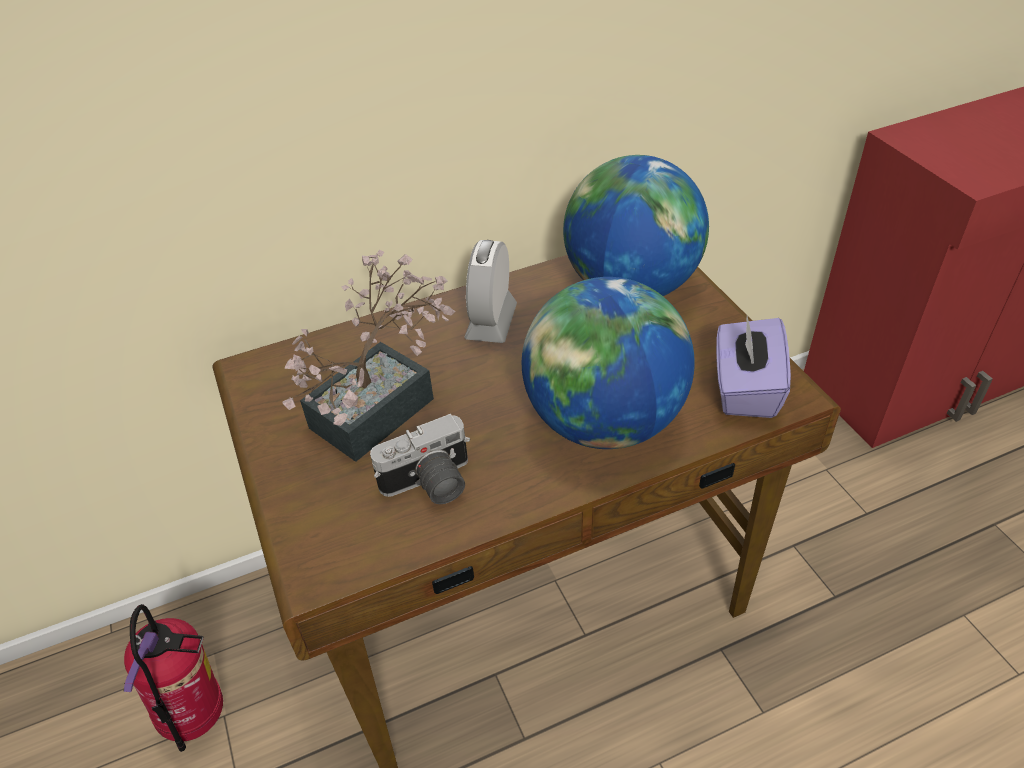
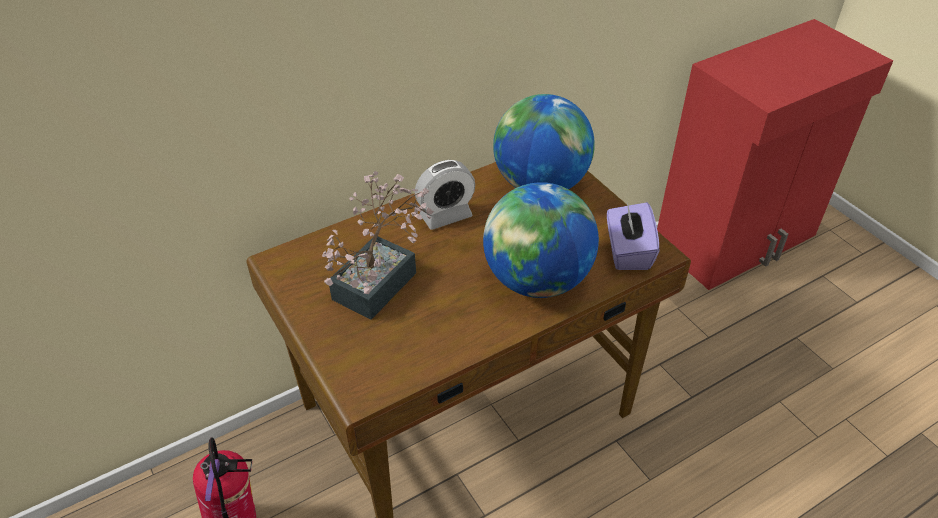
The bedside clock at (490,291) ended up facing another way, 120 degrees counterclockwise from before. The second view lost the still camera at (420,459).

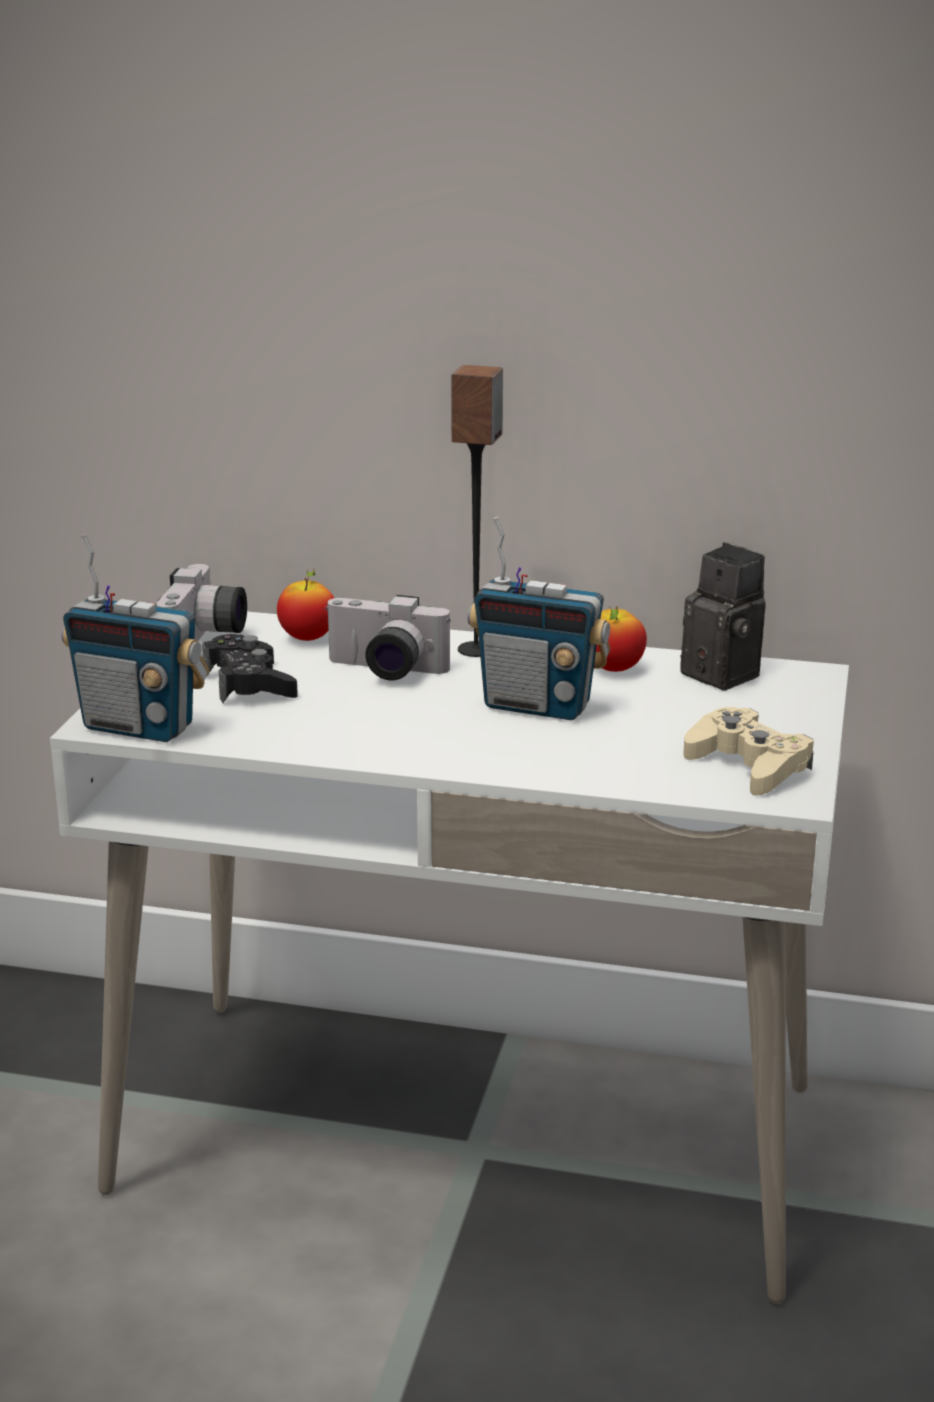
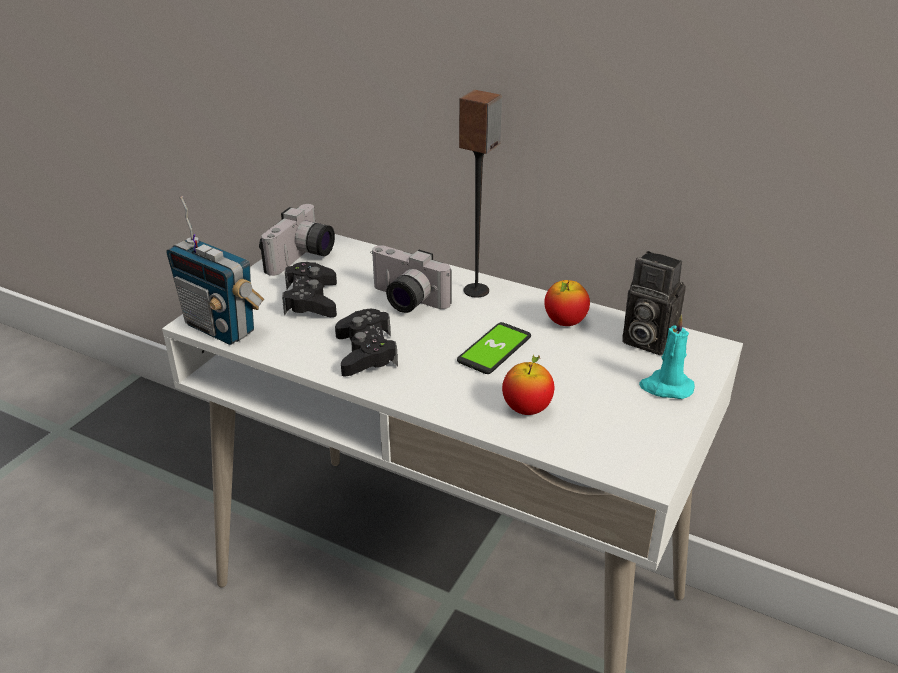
Where the radio set stood at (539,618), the phone came to stand at (494,348). The still camera at (723,616) ended up facing another way, 150 degrees clockwise from before. The apple ended up elsewhere, having gone from (305,605) to (528,385). The second view lost the sand-coloured game controller at (748,751). The second view gained the black game controller at (366,343). The second view gained the turquoise-coloured wax light at (667,357).

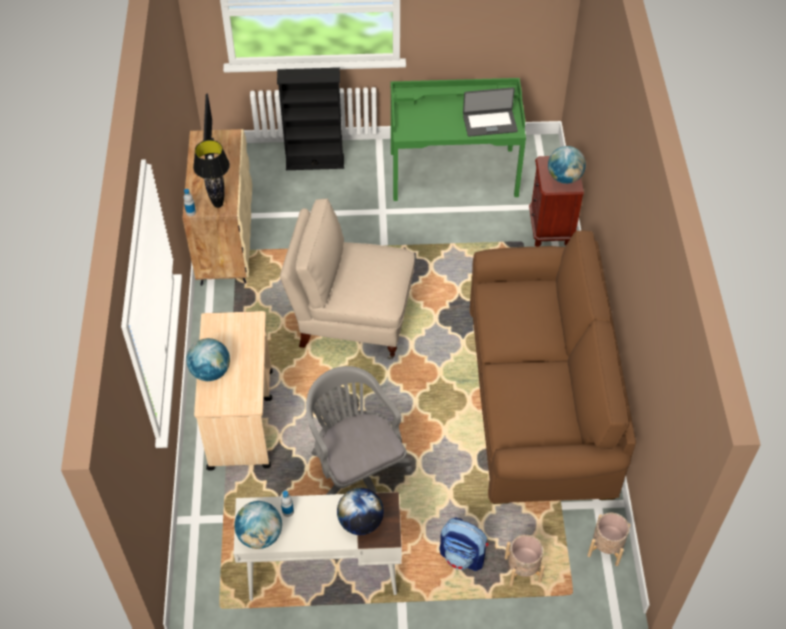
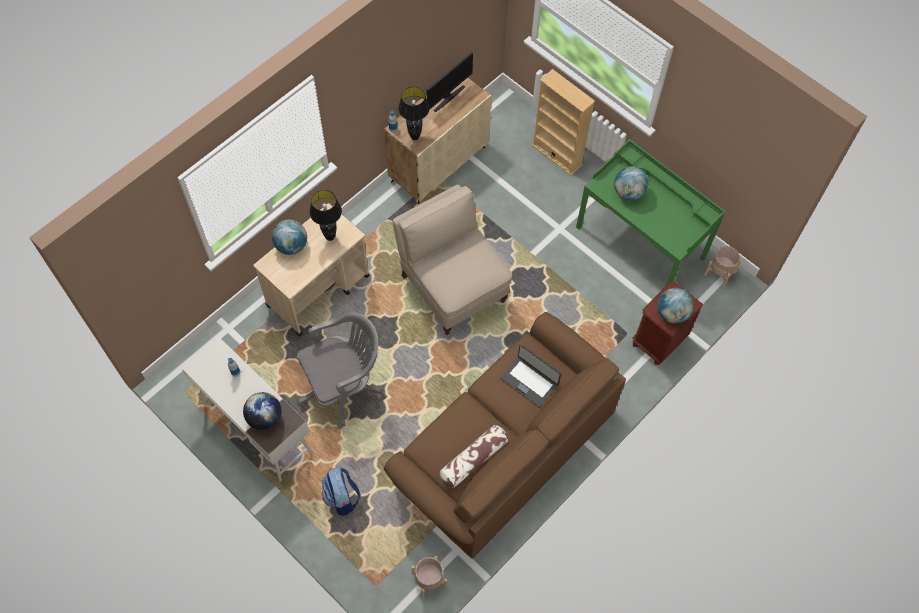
What was the black bookcase at (310,119) turned into the sand-coloured bookcase at (563,122). The notebook computer ended up elsewhere, having gone from (490,112) to (530,376). The greyish computer chair at (359,430) ended up facing another way, 45 degrees clockwise from before. The world globe ended up elsewhere, having gone from (258,525) to (631,184). The sand-coloured plant pot ended up elsewhere, having gone from (525,560) to (723,267). The second view gained the black table lamp at (325,215). The second view gained the pillow at (474,456).

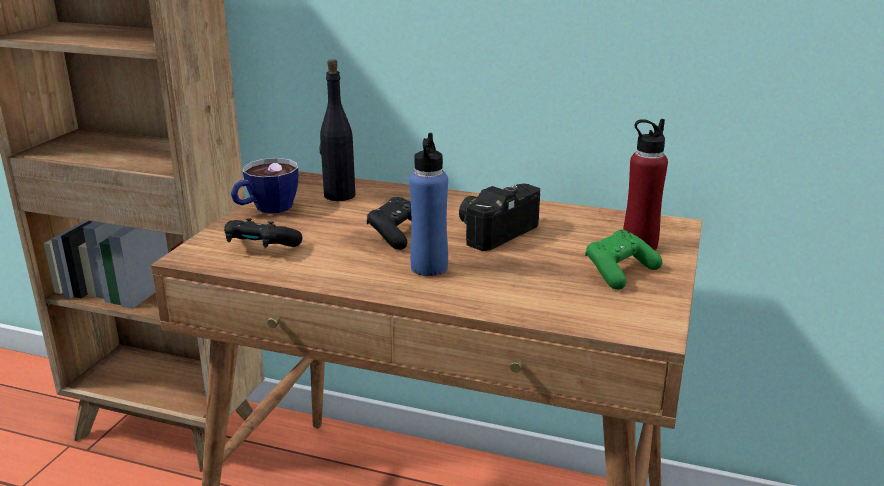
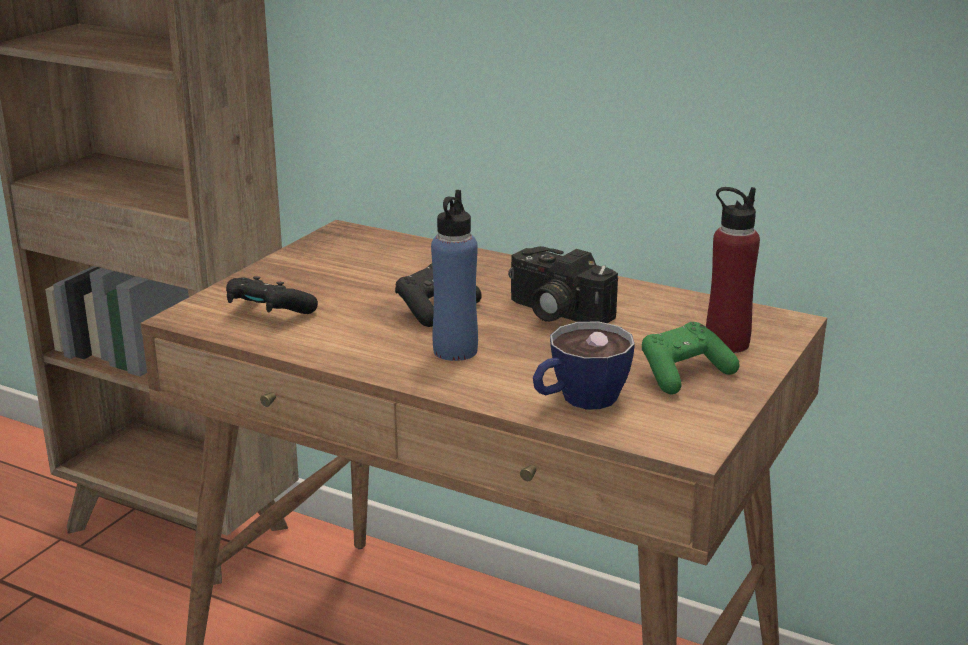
The second view lost the black beverage bottle at (337,130). The small cup ended up elsewhere, having gone from (264,186) to (584,365). The still camera at (499,217) ended up facing another way, 105 degrees counterclockwise from before.

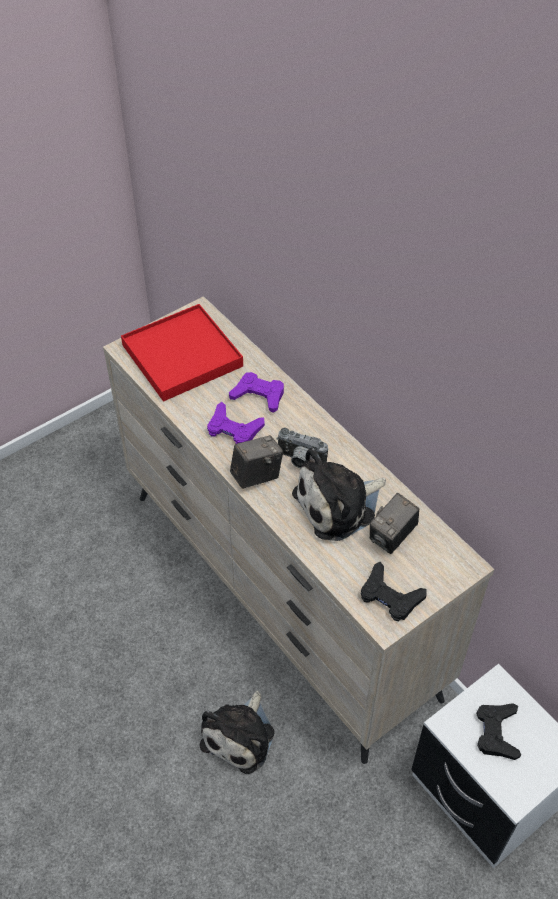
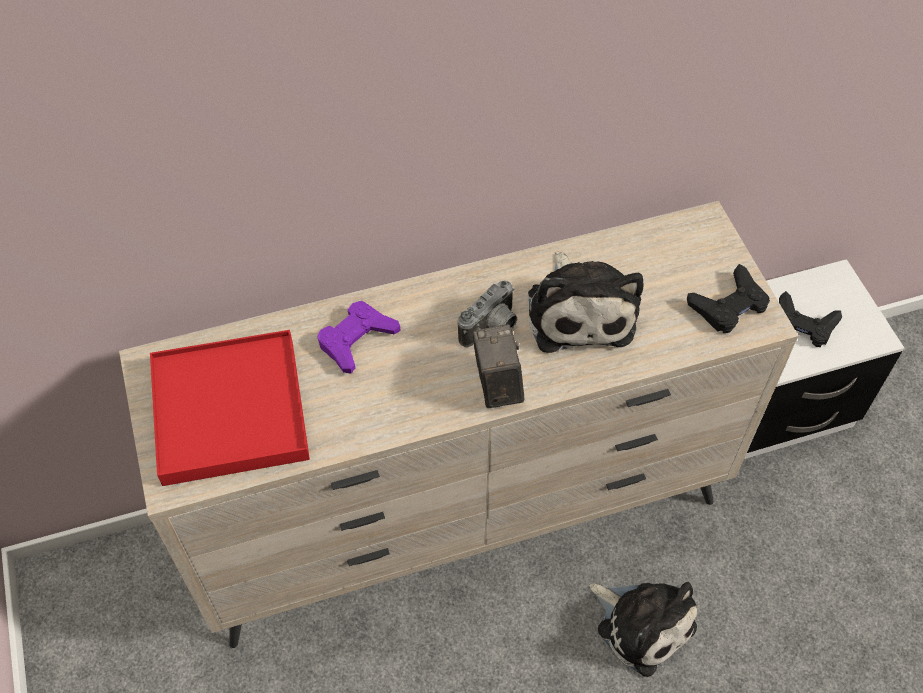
The second view lost the purple game controller at (236,423). The second view lost the still camera at (394,523).

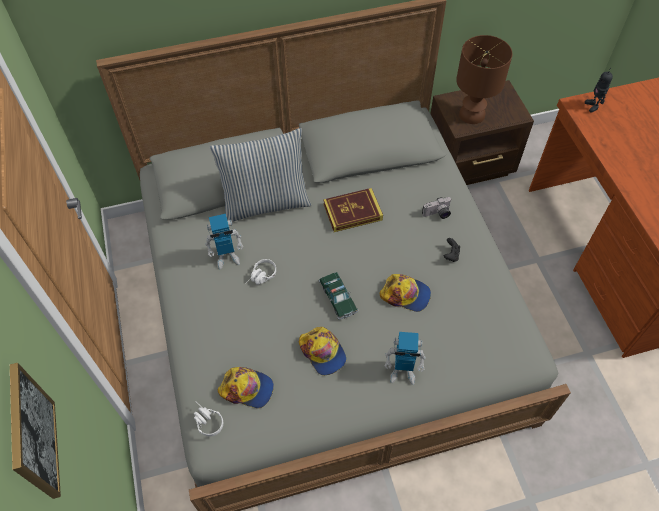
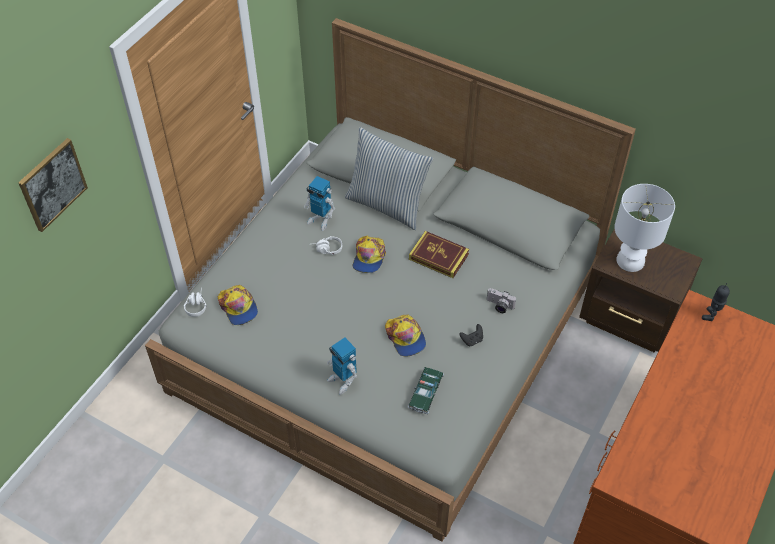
What was the brownish table lamp at (484,79) turned into the white-coloured table lamp at (644,228). The model car ended up elsewhere, having gone from (338,296) to (426,390). The baseball cap ended up elsewhere, having gone from (323,351) to (369,254).

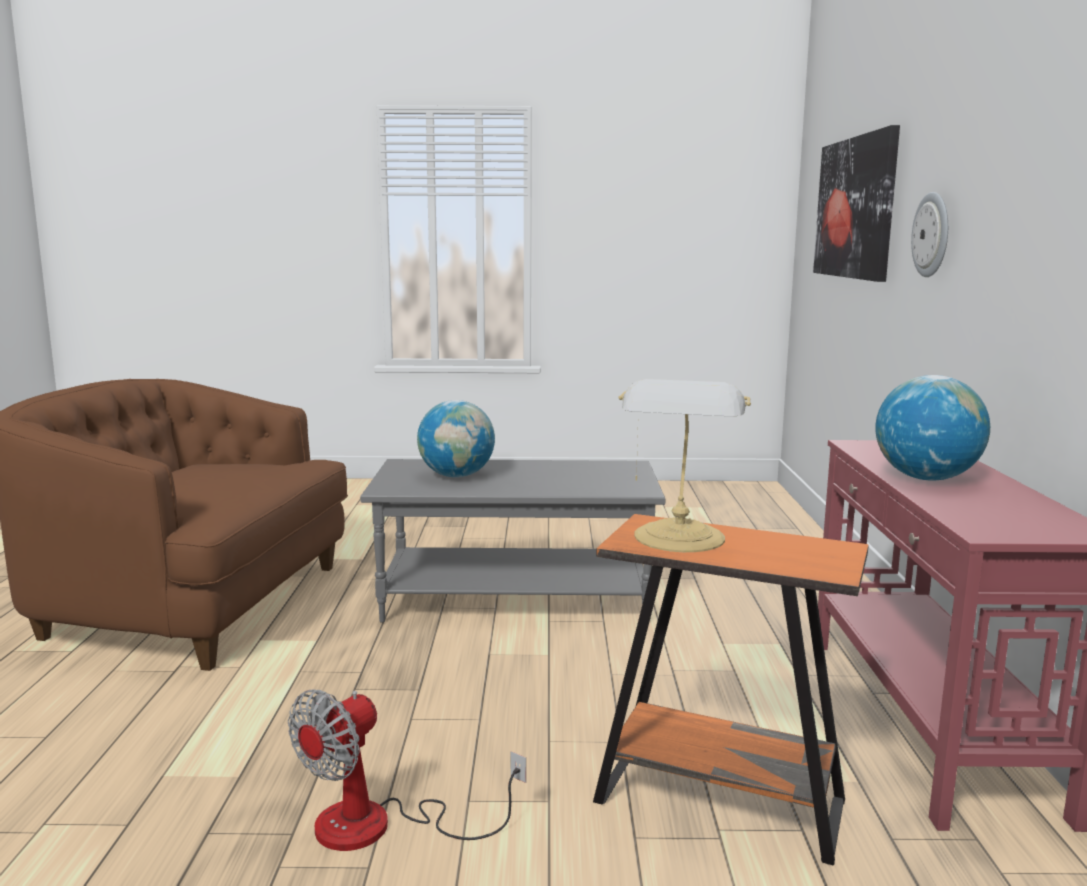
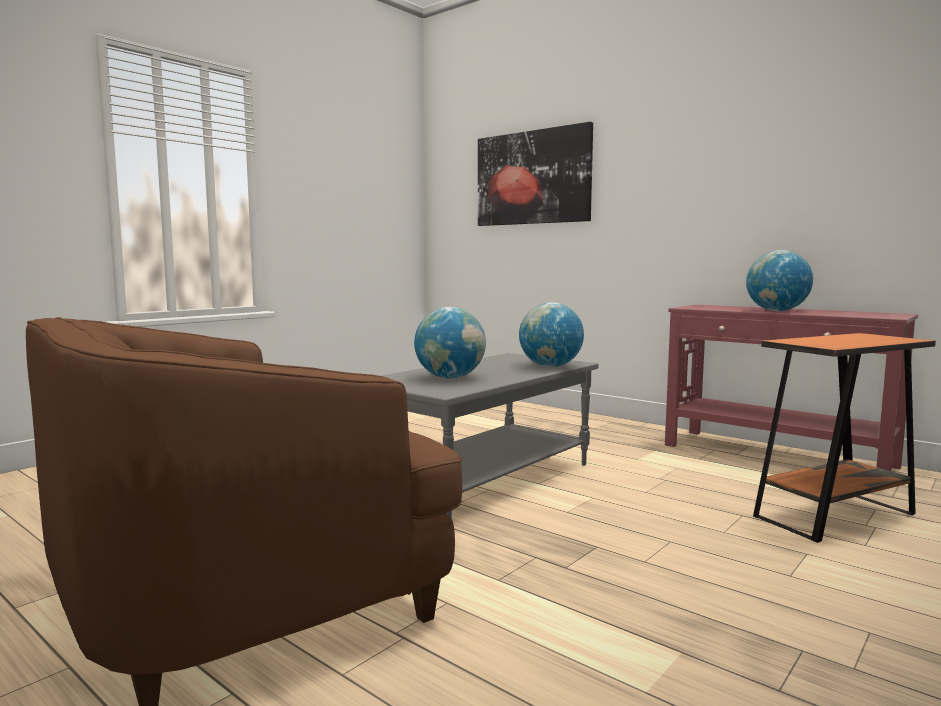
The second view lost the wall clock at (929,234). The second view lost the table lamp at (684,465). The second view lost the electric fan at (407,770). The second view gained the world globe at (551,335).

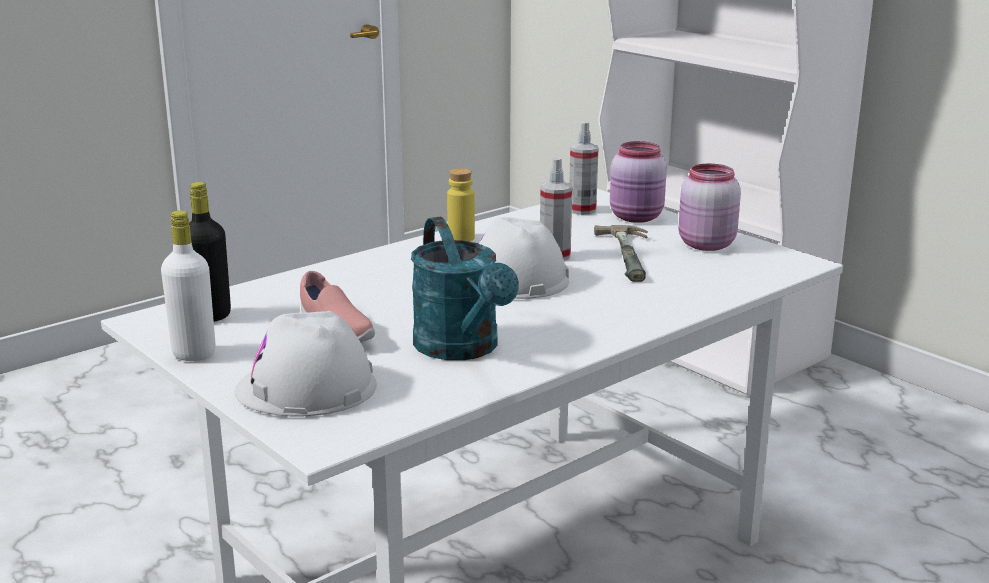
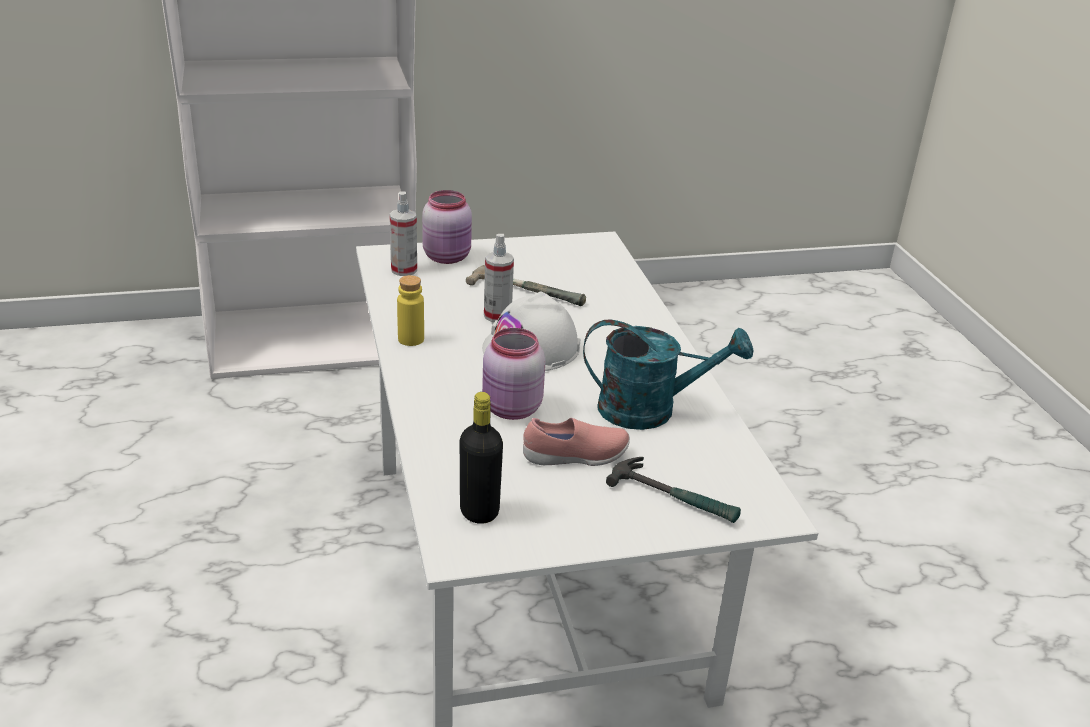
The pink-coloured storage jar ended up elsewhere, having gone from (709,207) to (514,374). The second view lost the white-coloured beverage bottle at (188,285). Where the white-coloured safety helmet stood at (305,363), the hammer came to stand at (673,490).

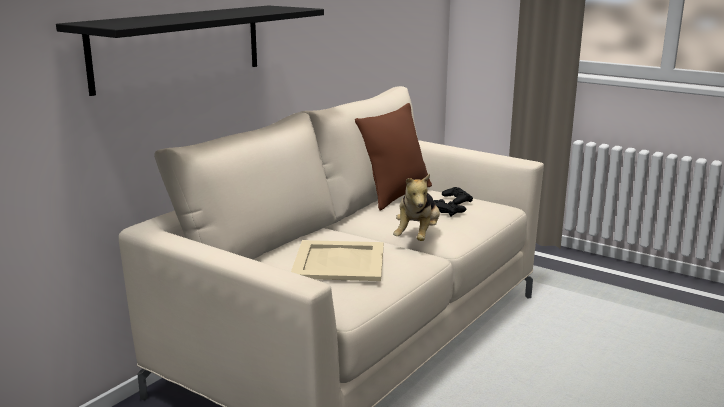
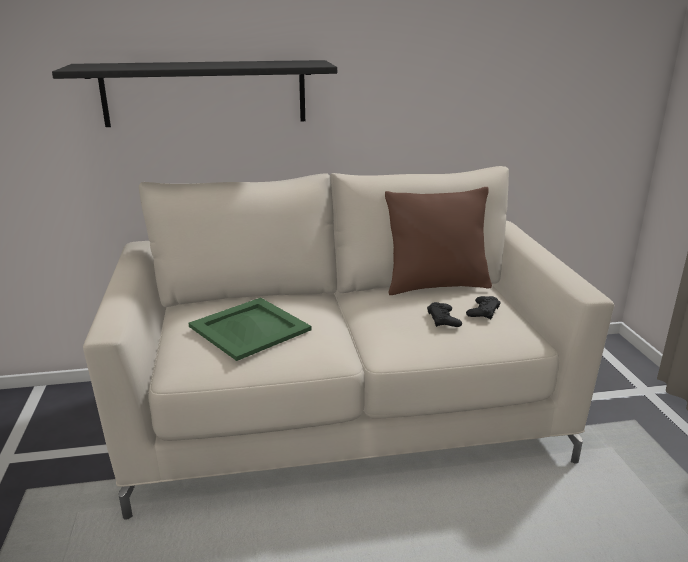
The second view lost the cuddly toy at (416,207). What was the sand-coloured tray at (337,260) turned into the green-coloured tray at (250,329).

